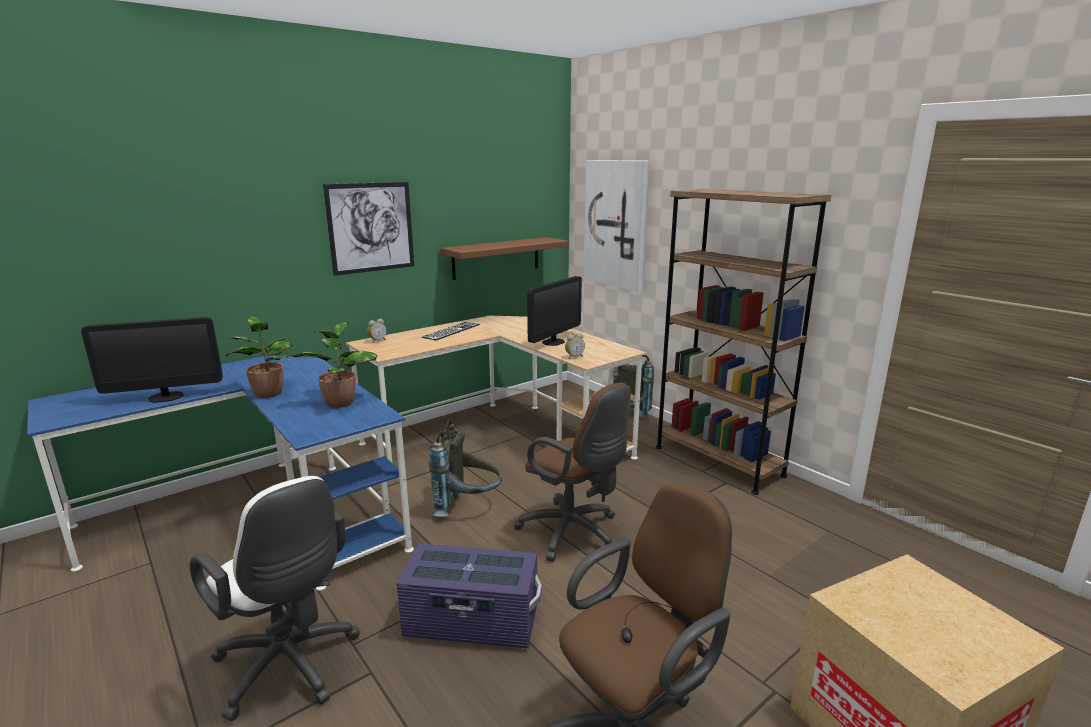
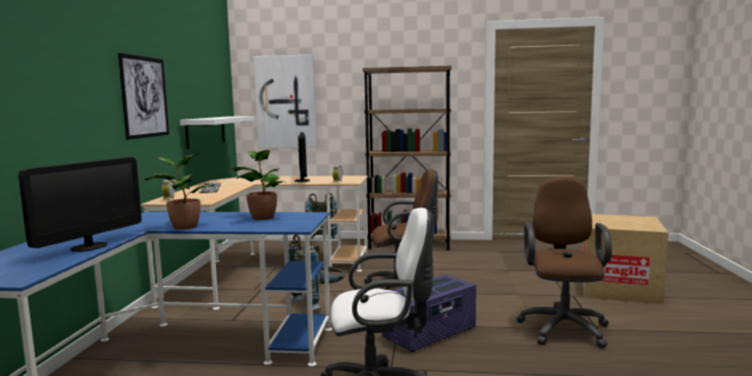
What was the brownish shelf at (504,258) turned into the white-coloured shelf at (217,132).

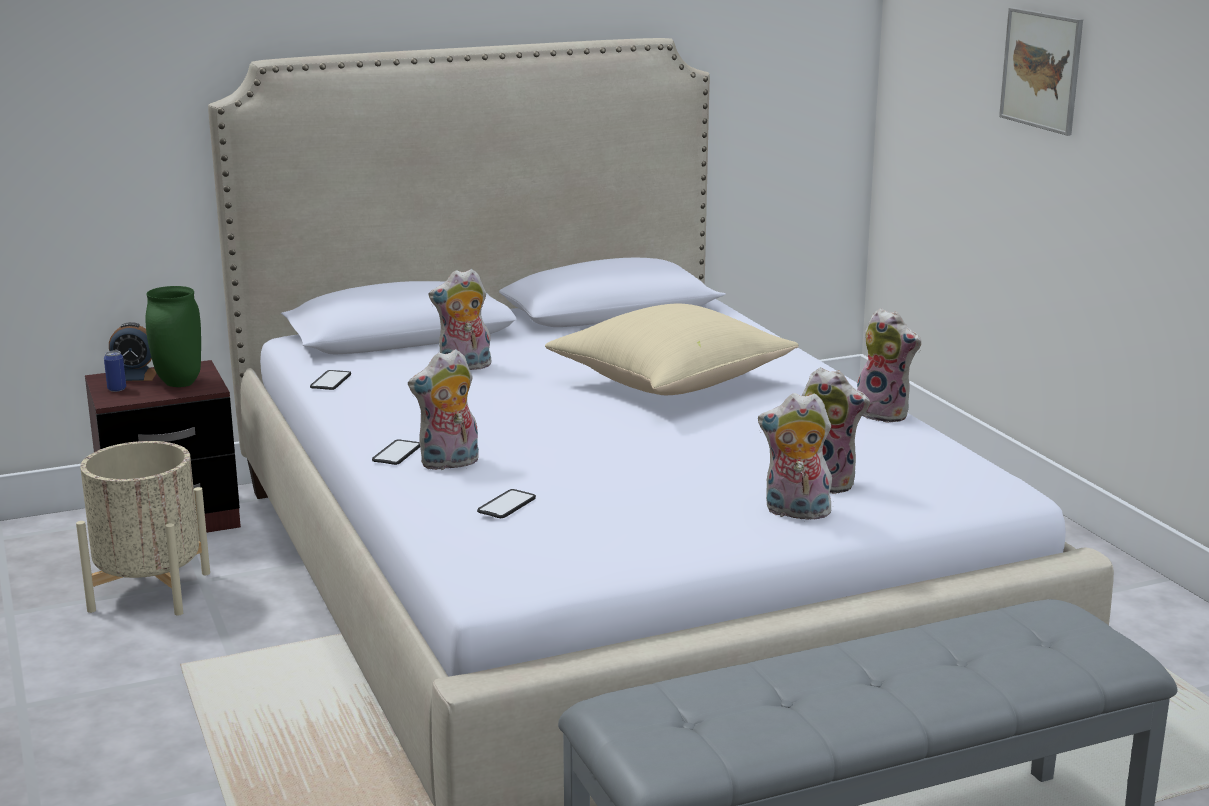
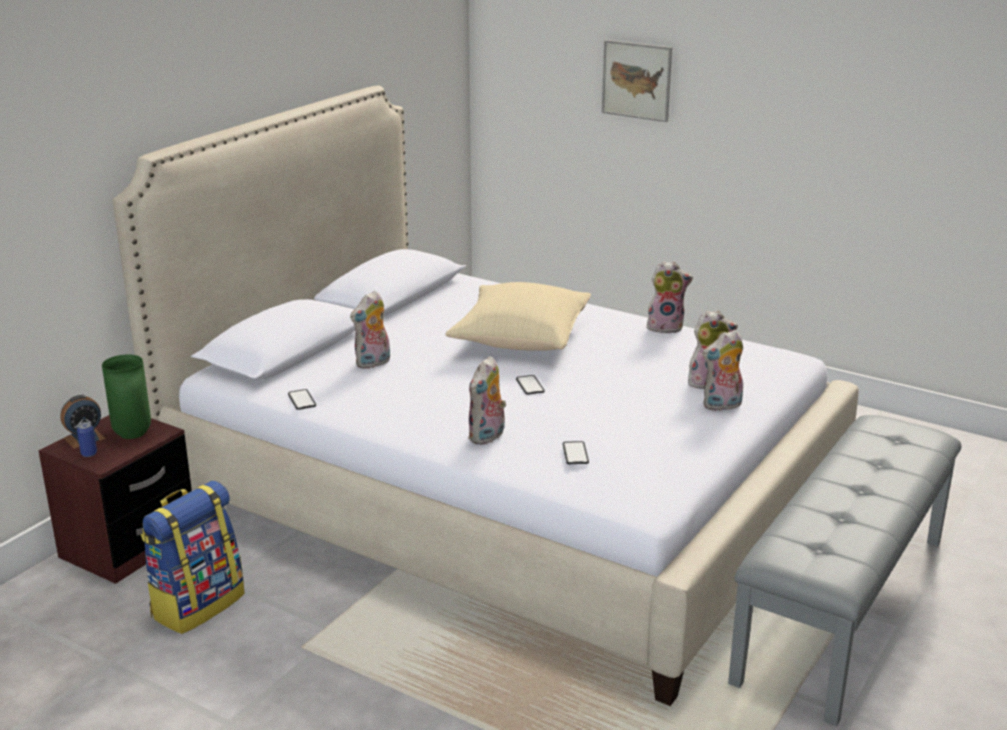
The phone ended up elsewhere, having gone from (396,452) to (530,385). Where the sand-coloured plant pot stood at (143,528), the backpack came to stand at (193,557).

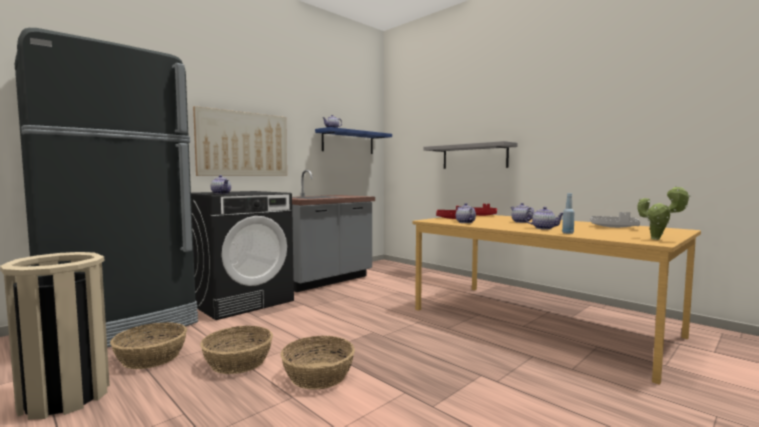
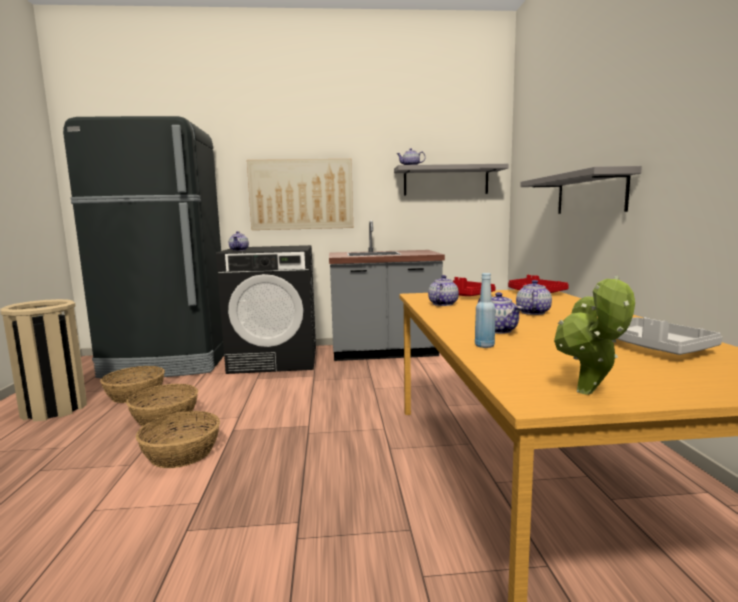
What was the bluish shelf at (353,140) turned into the greyish shelf at (451,179).

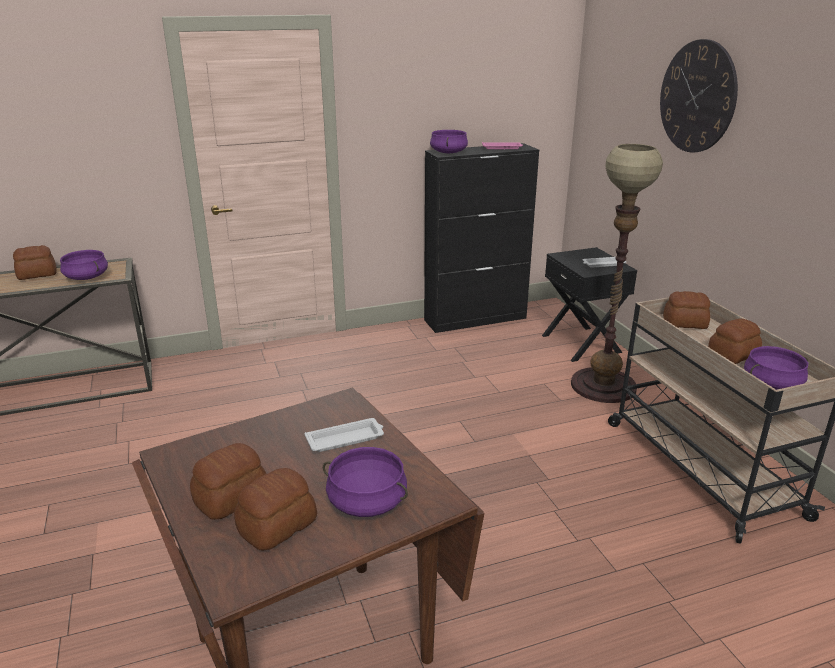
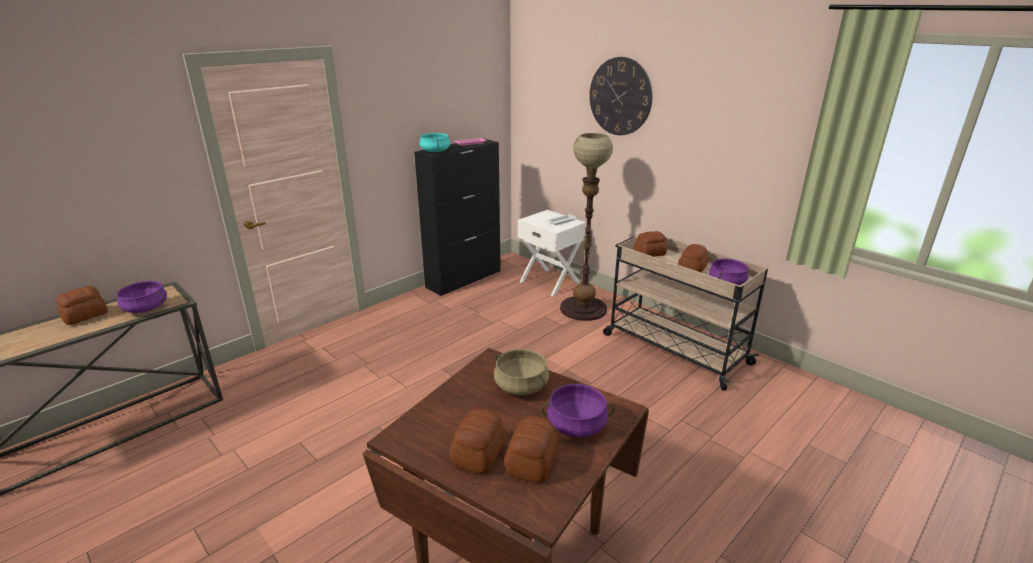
What was the purple cooking pot at (449,141) turned into the turquoise-coloured cooking pot at (434,142). What was the black bedside table at (589,304) turned into the white-coloured bedside table at (552,253). Where the white-coloured tray stood at (344,435), the sand-coloured cooking pot came to stand at (521,372).

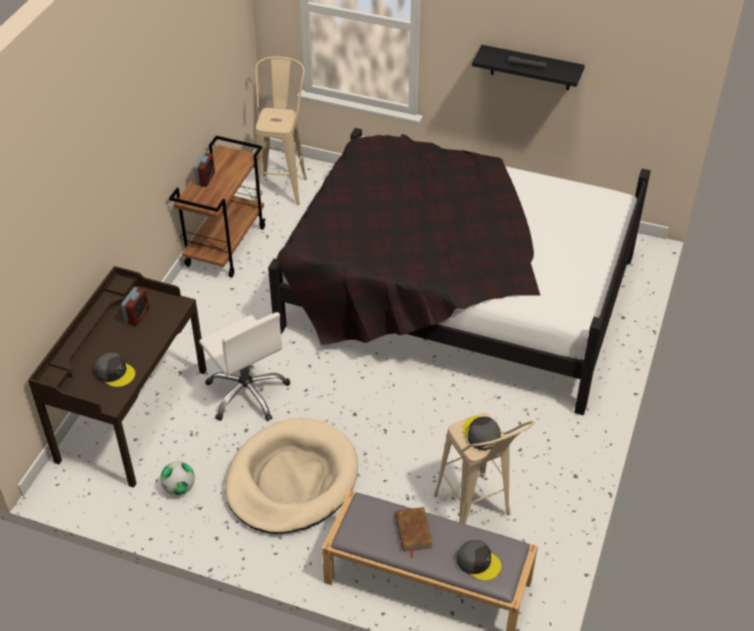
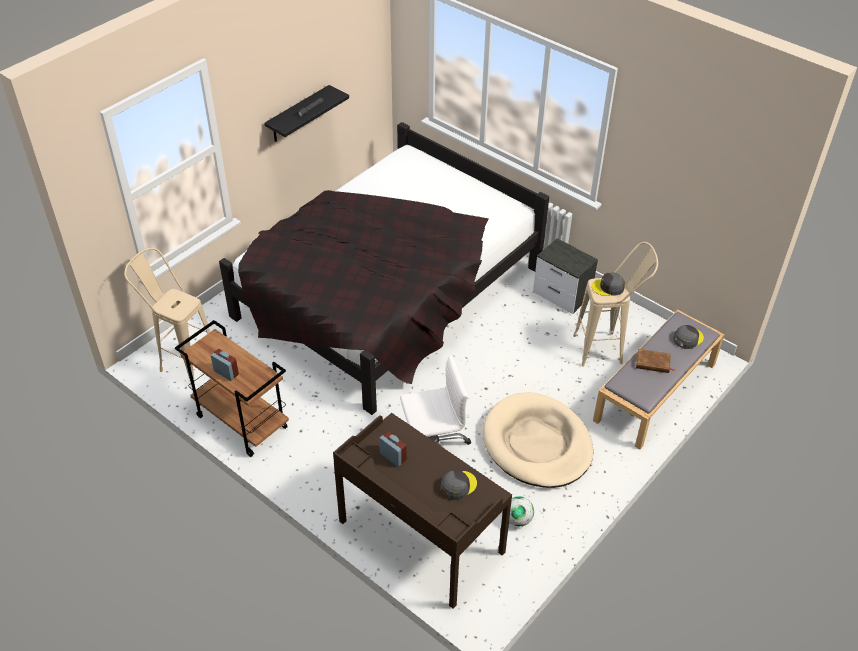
The second view gained the bedside table at (565,276).

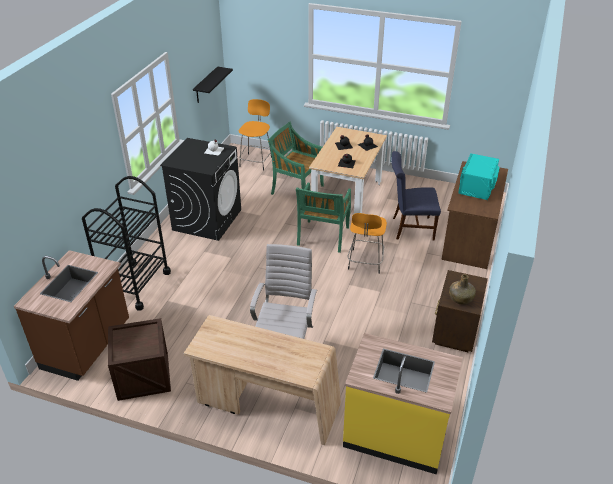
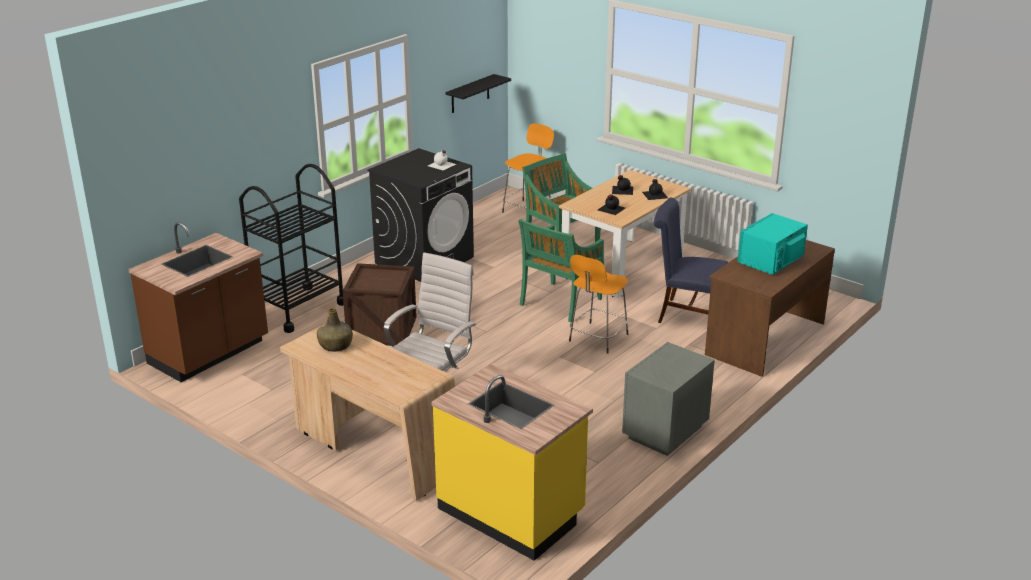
What was the brownish bedside table at (460,311) turned into the greyish bedside table at (668,399). The green-coloured beverage bottle ended up elsewhere, having gone from (462,289) to (335,329). The shipping crate ended up elsewhere, having gone from (139,359) to (380,304).

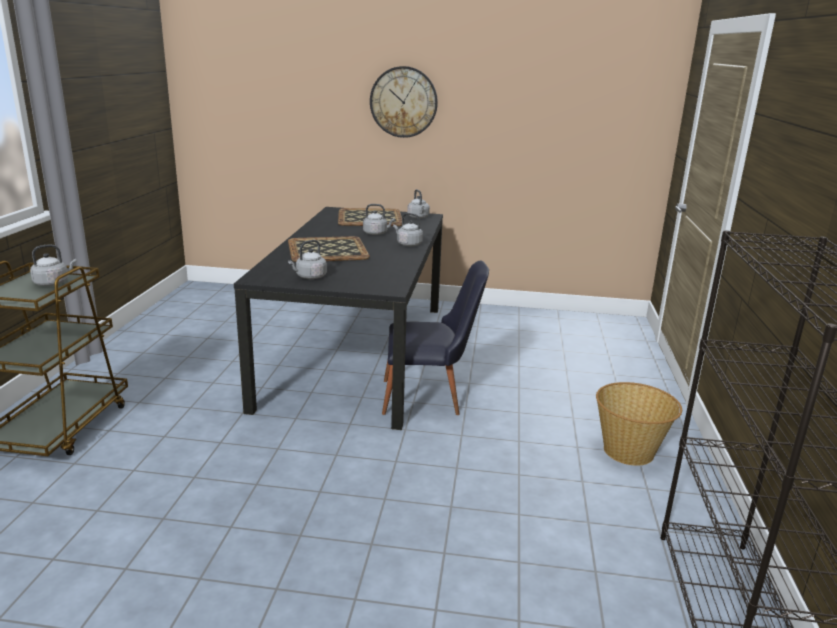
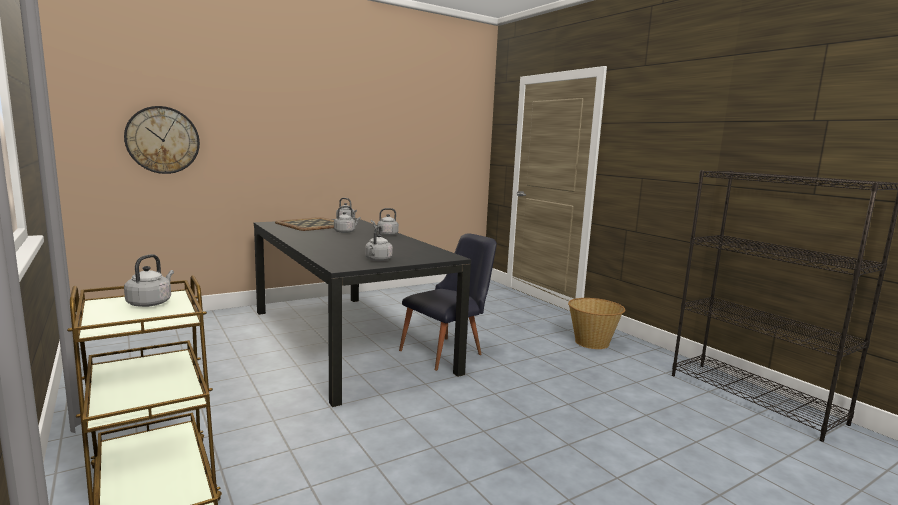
The wall clock ended up elsewhere, having gone from (404,102) to (162,140). The second view lost the tray at (329,249).

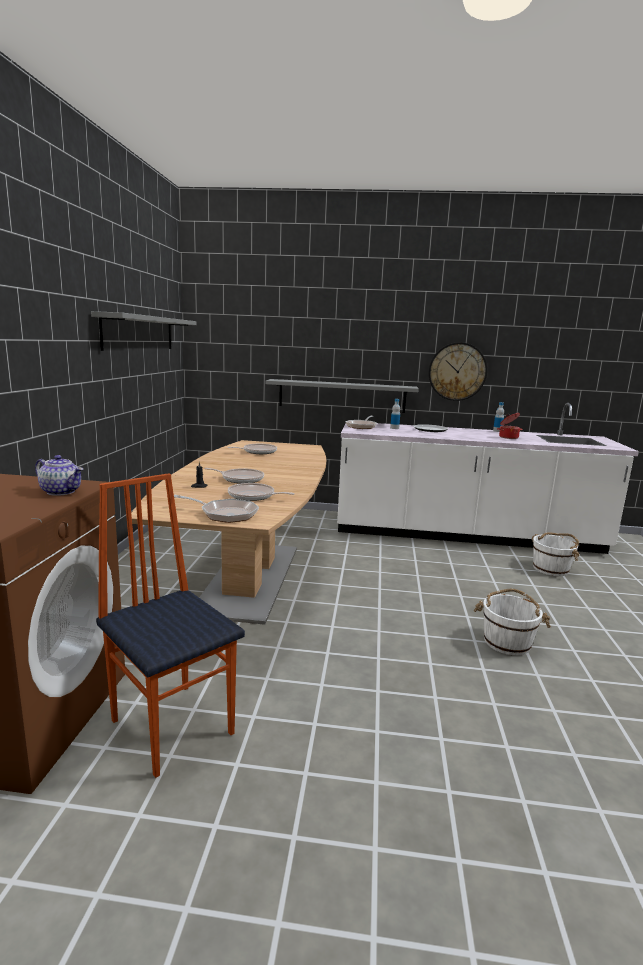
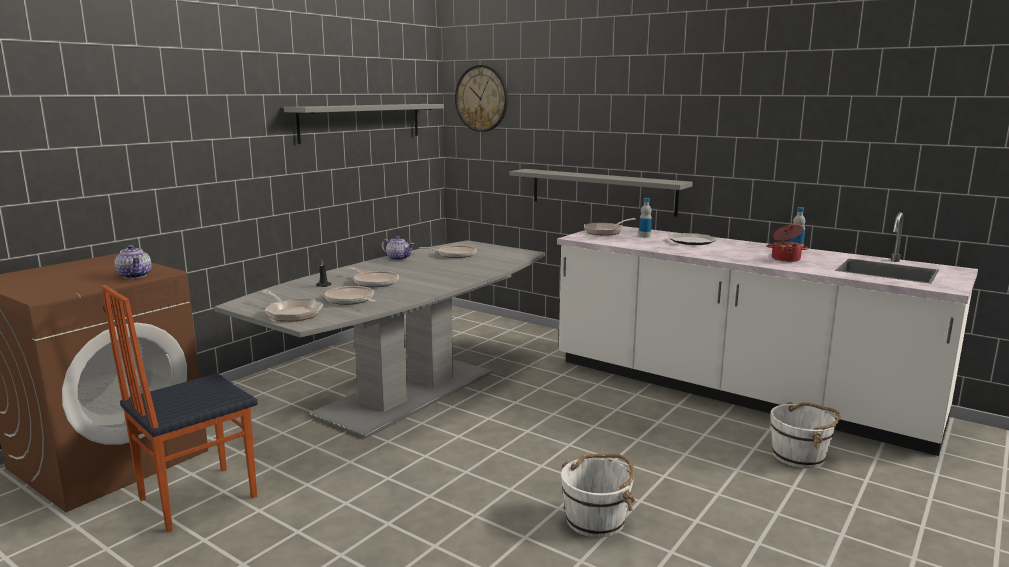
The wall clock ended up elsewhere, having gone from (457,371) to (481,98). What was the brownish kitchen table at (228,532) turned into the greyish kitchen table at (379,339). The chair at (170,625) ended up facing another way, 120 degrees counterclockwise from before. The second view gained the tea pot at (397,248).

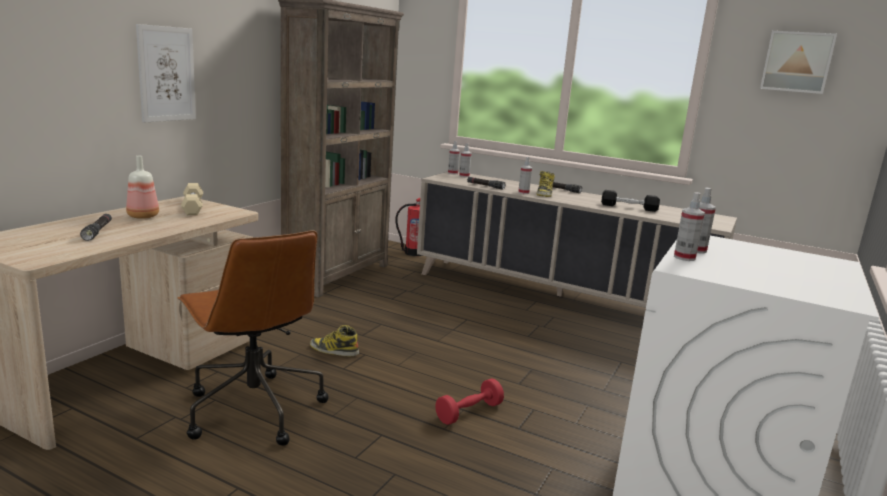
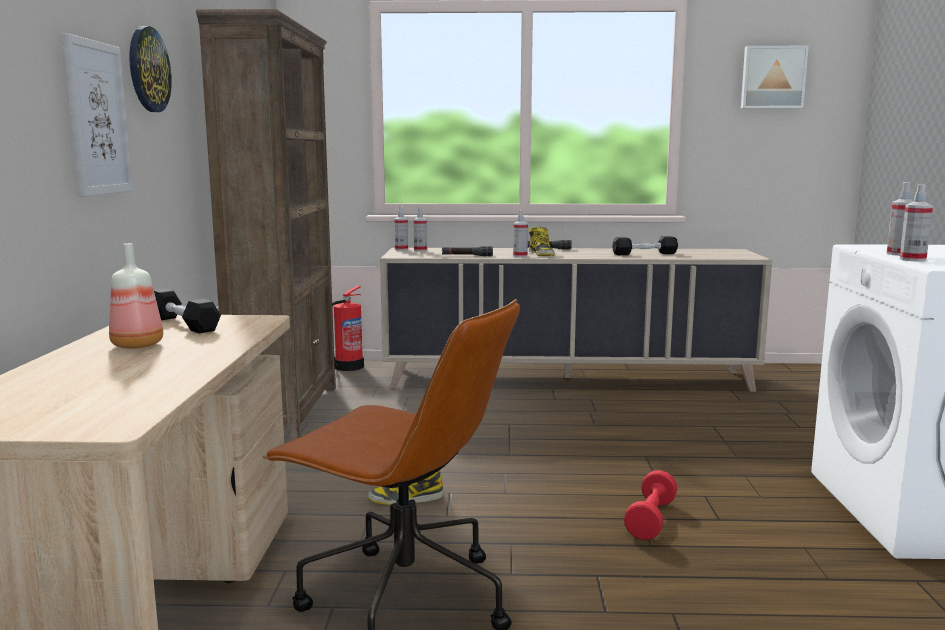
What was the sand-coloured hand weight at (192,199) turned into the black hand weight at (187,311). The second view lost the black hand torch at (96,227). The second view gained the wall clock at (150,69).

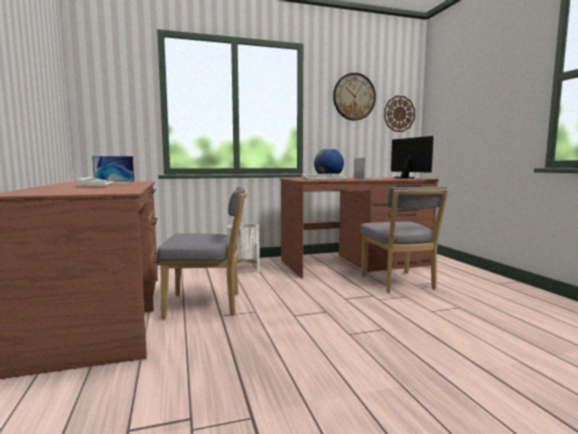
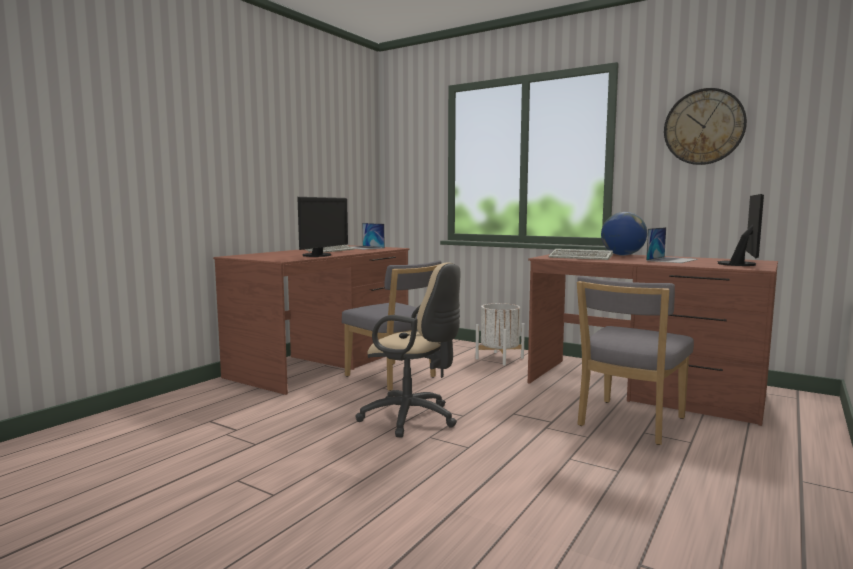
The second view lost the wall clock at (399,114). The second view gained the computer display at (322,227). The second view gained the sand-coloured computer chair at (408,349).

